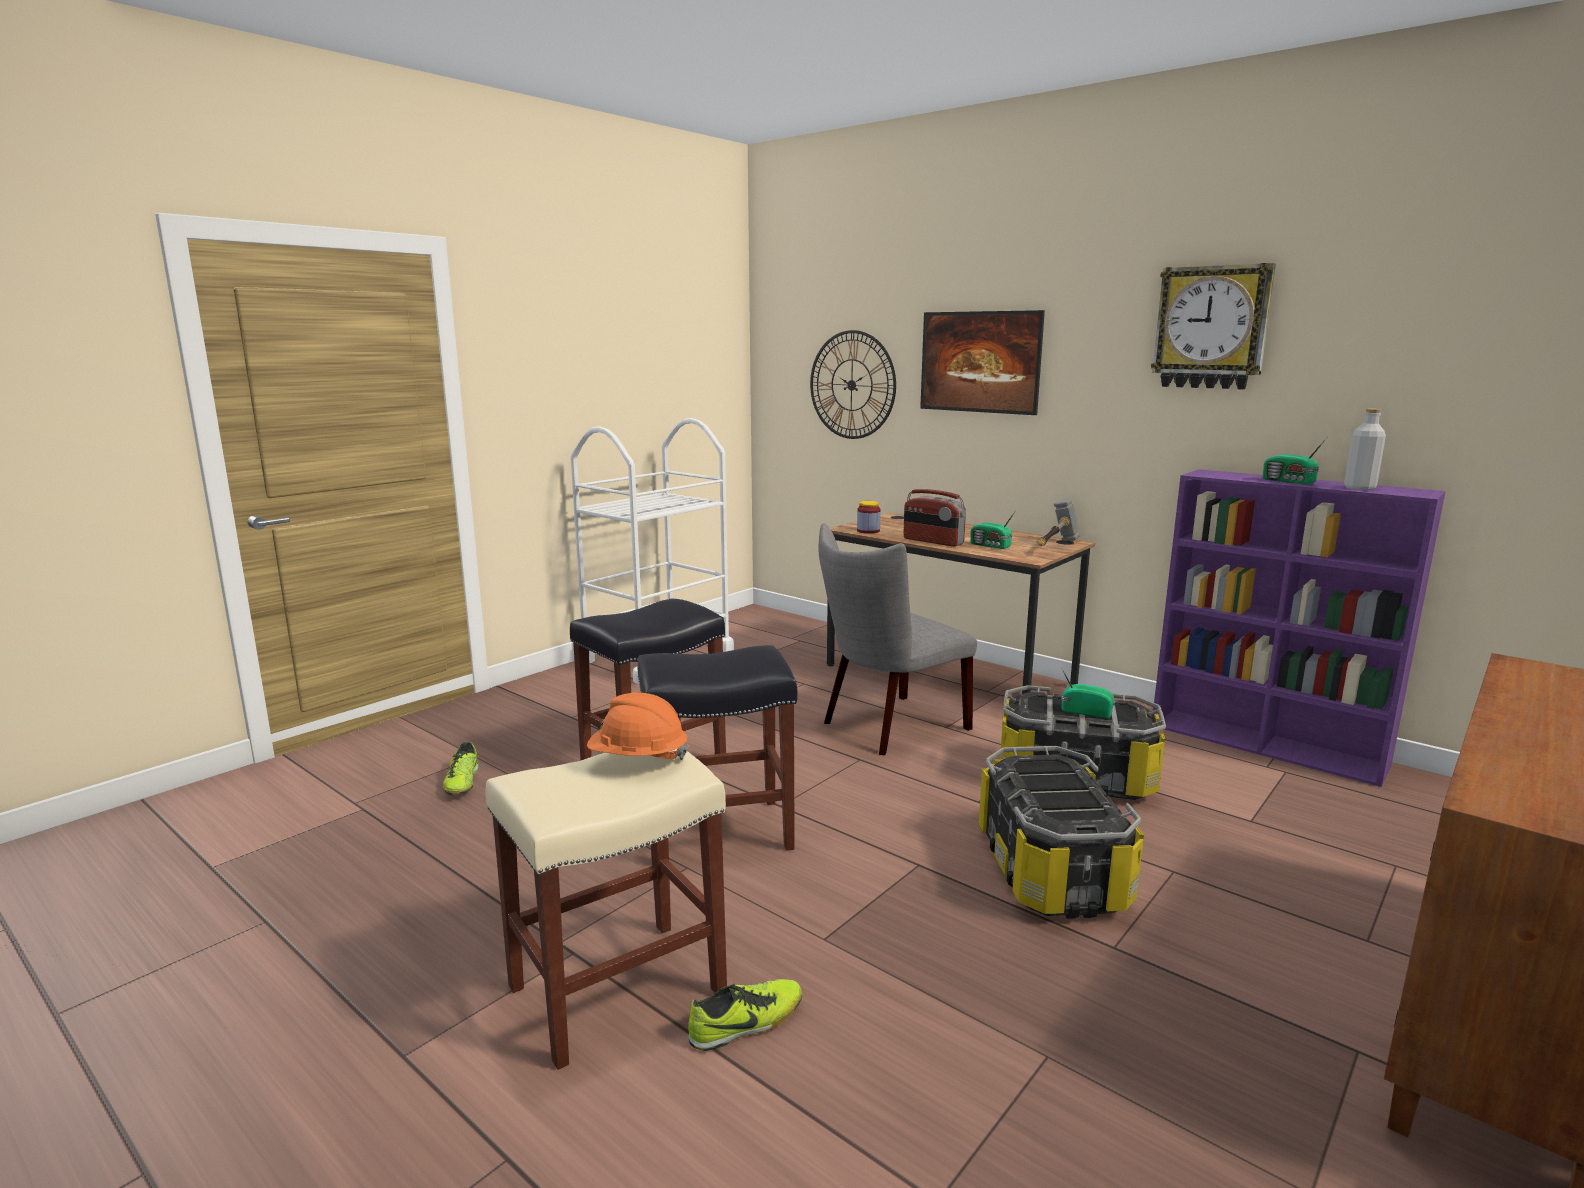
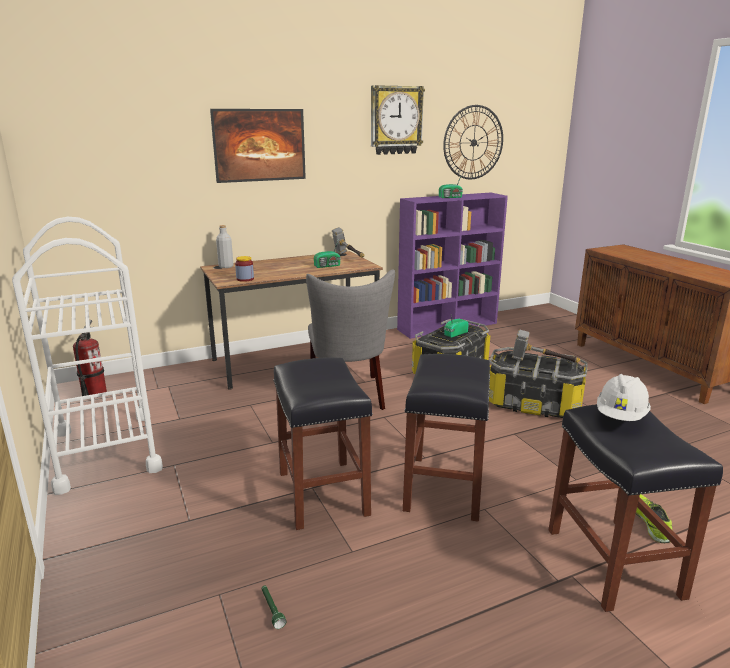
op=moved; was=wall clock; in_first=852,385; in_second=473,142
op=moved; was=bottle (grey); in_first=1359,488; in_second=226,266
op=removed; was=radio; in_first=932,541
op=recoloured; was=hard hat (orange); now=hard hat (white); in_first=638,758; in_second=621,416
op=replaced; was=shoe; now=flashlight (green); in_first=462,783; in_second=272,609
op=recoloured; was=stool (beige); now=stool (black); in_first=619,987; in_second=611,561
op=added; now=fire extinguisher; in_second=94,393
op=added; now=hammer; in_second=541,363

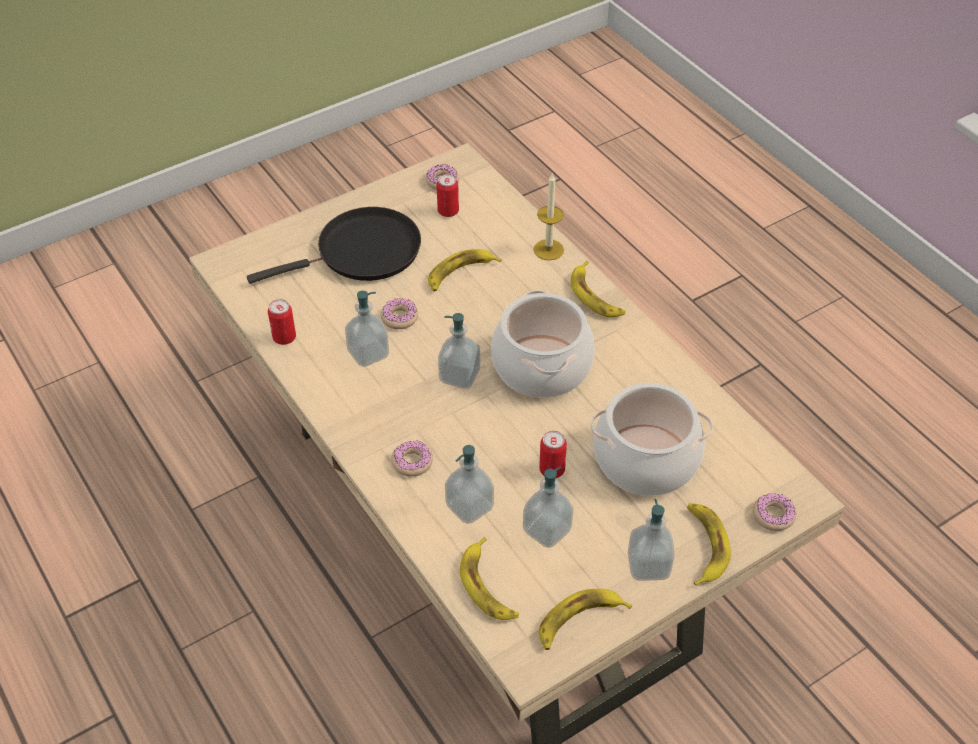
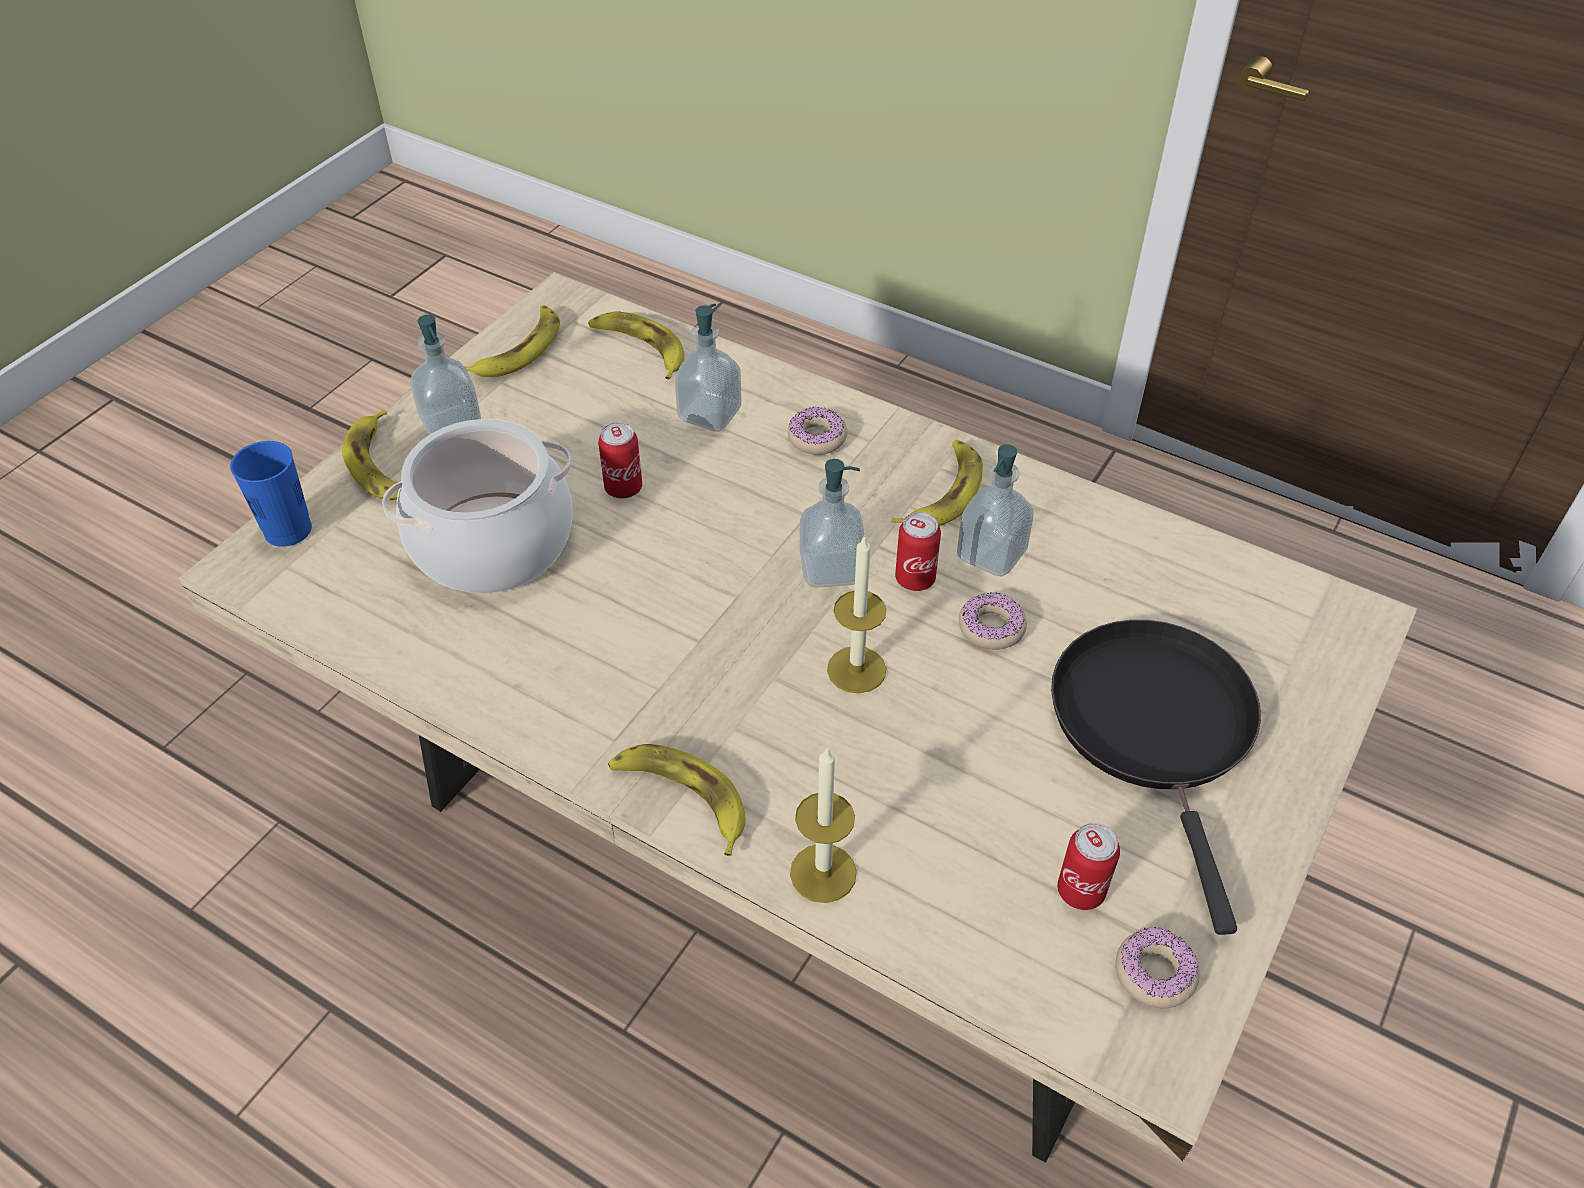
op=turned; was=frying pan (black); in_first=362,252; in_second=1156,727; clockwise=135
op=moved; was=banana; in_first=460,273; in_second=943,493
op=removed; was=cooking pot; in_first=541,366
op=moved; was=can; in_first=284,338; in_second=915,579
op=removed; was=soap dispenser; in_first=547,530
op=replaced; was=donut; now=cup (blue); in_first=773,515; in_second=288,530
op=added; now=candle; in_second=856,669

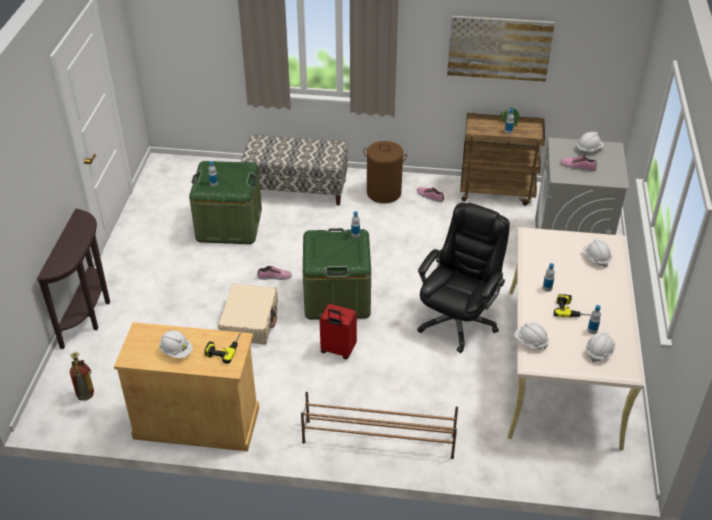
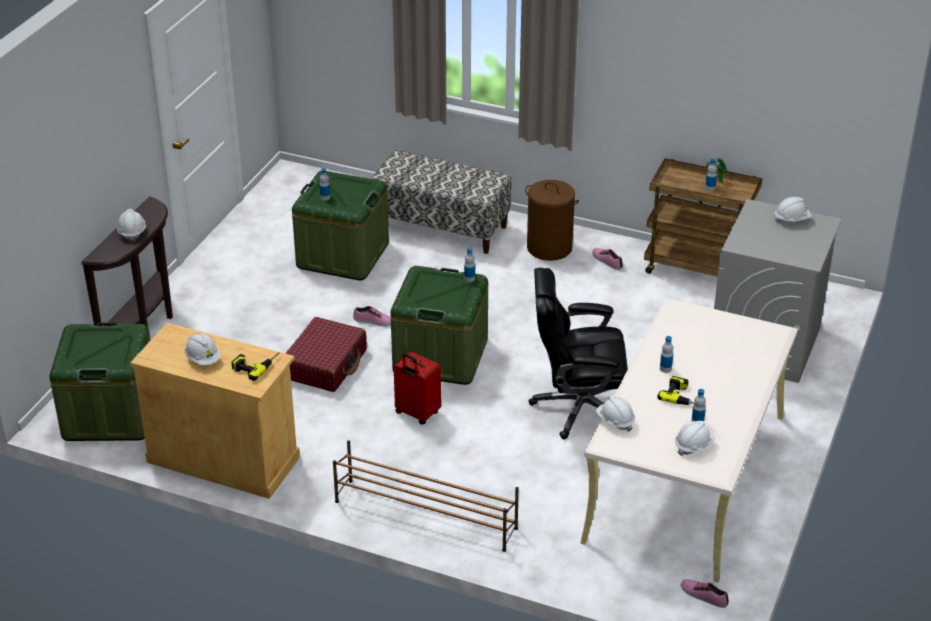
op=removed; was=picture; in_first=499,48
op=moved; was=shoe; in_first=578,166; in_second=704,595
op=turned; was=office chair (black); in_first=458,321; in_second=578,407; clockwise=-135
op=moved; was=hard hat (white); in_first=596,258; in_second=132,232
op=recoloured; was=suitcase (beige); now=suitcase (red); in_first=250,321; in_second=325,364
op=replaced; was=fire extinguisher; now=storage box (green); in_first=86,400; in_second=110,414

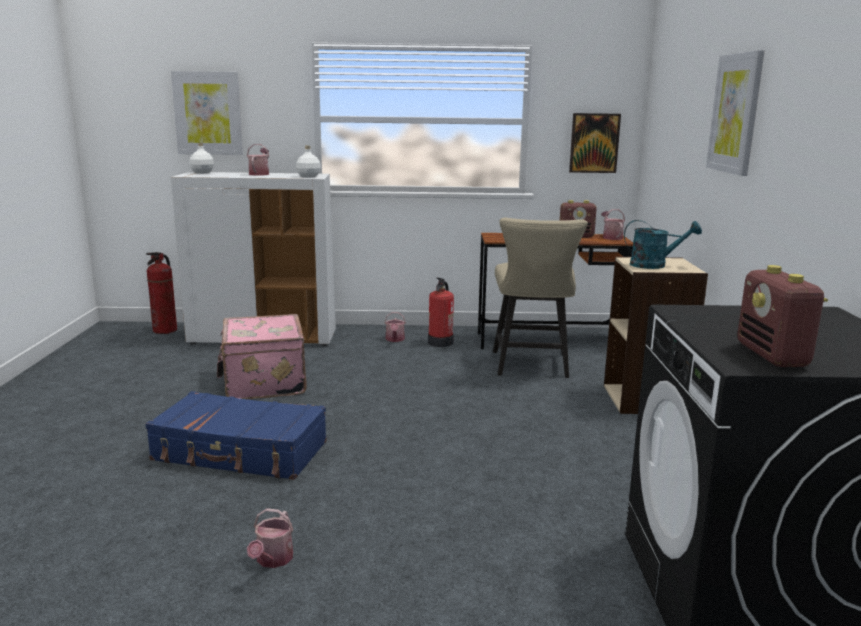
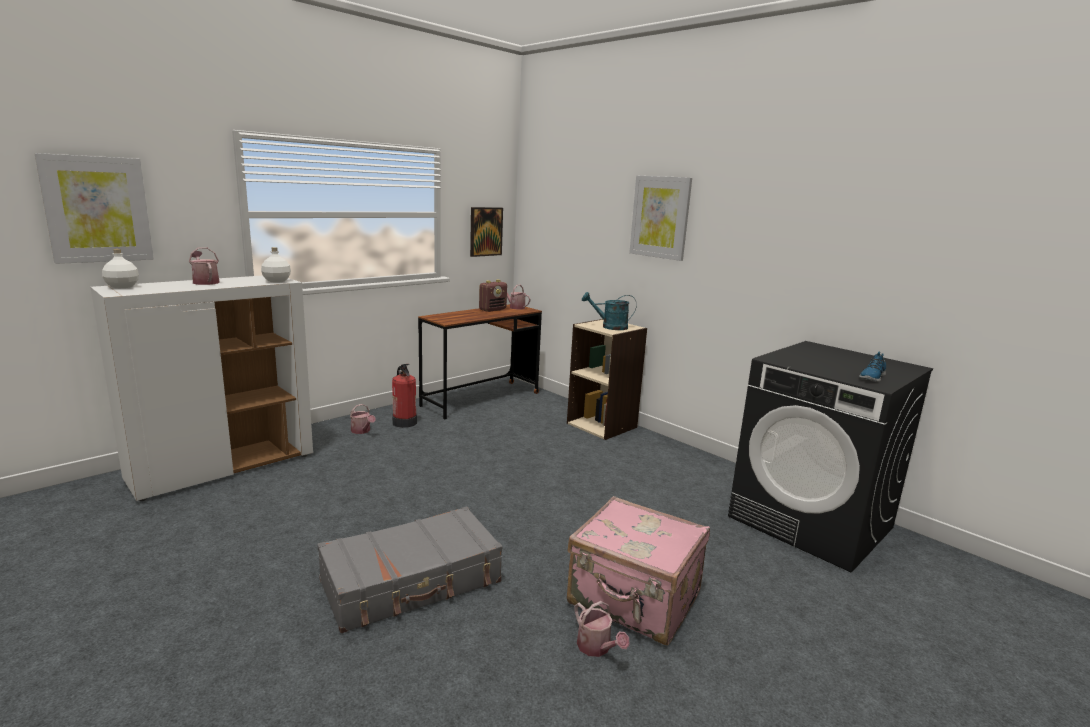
op=removed; was=chair (beige); in_first=531,367
op=turned; was=watering can (turquoise); in_first=654,265; in_second=609,327; clockwise=-135
op=removed; was=fire extinguisher; in_first=165,330
op=replaced; was=radio; now=shoe; in_first=773,356; in_second=871,377
op=moved; was=suitcase (pink); in_first=263,383; in_second=634,600
op=recoloured; was=suitcase (blue); now=suitcase (grey); in_first=240,452; in_second=412,582

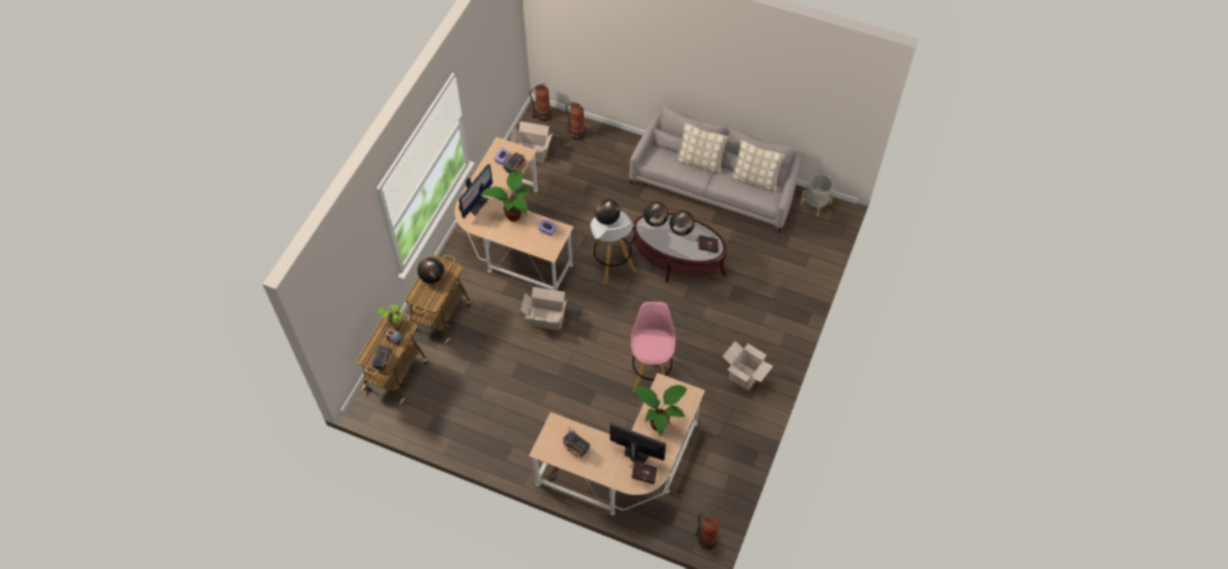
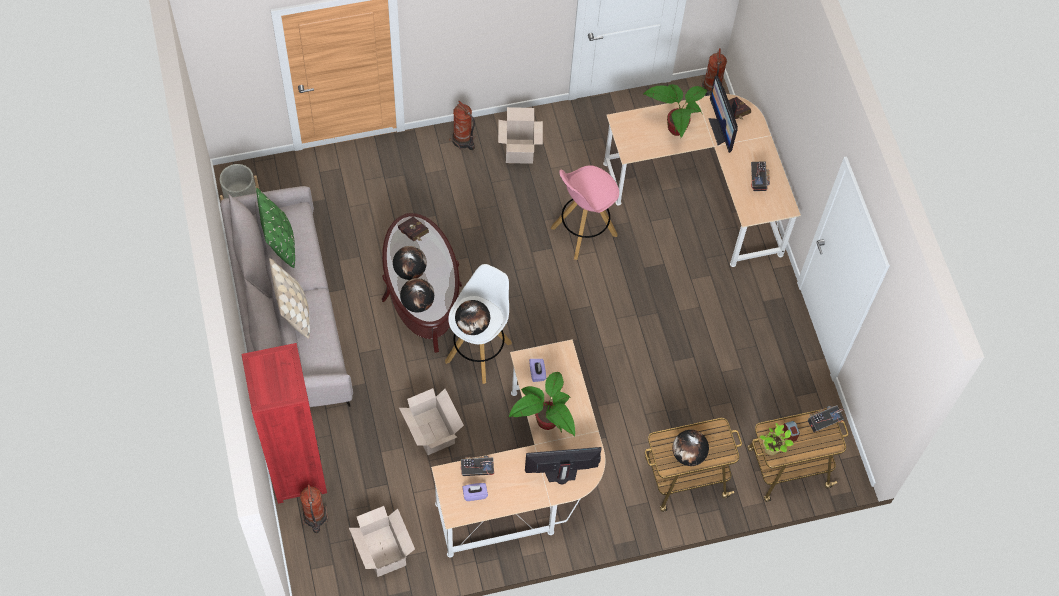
op=moved; was=fire extinguisher; in_first=542,115; in_second=463,141
op=recoloured; was=pillow (beige); now=pillow (green); in_first=754,180; in_second=280,242
op=moved; was=cardboard box; in_first=545,318; in_second=432,432
op=added; now=bookcase (red); in_second=297,471

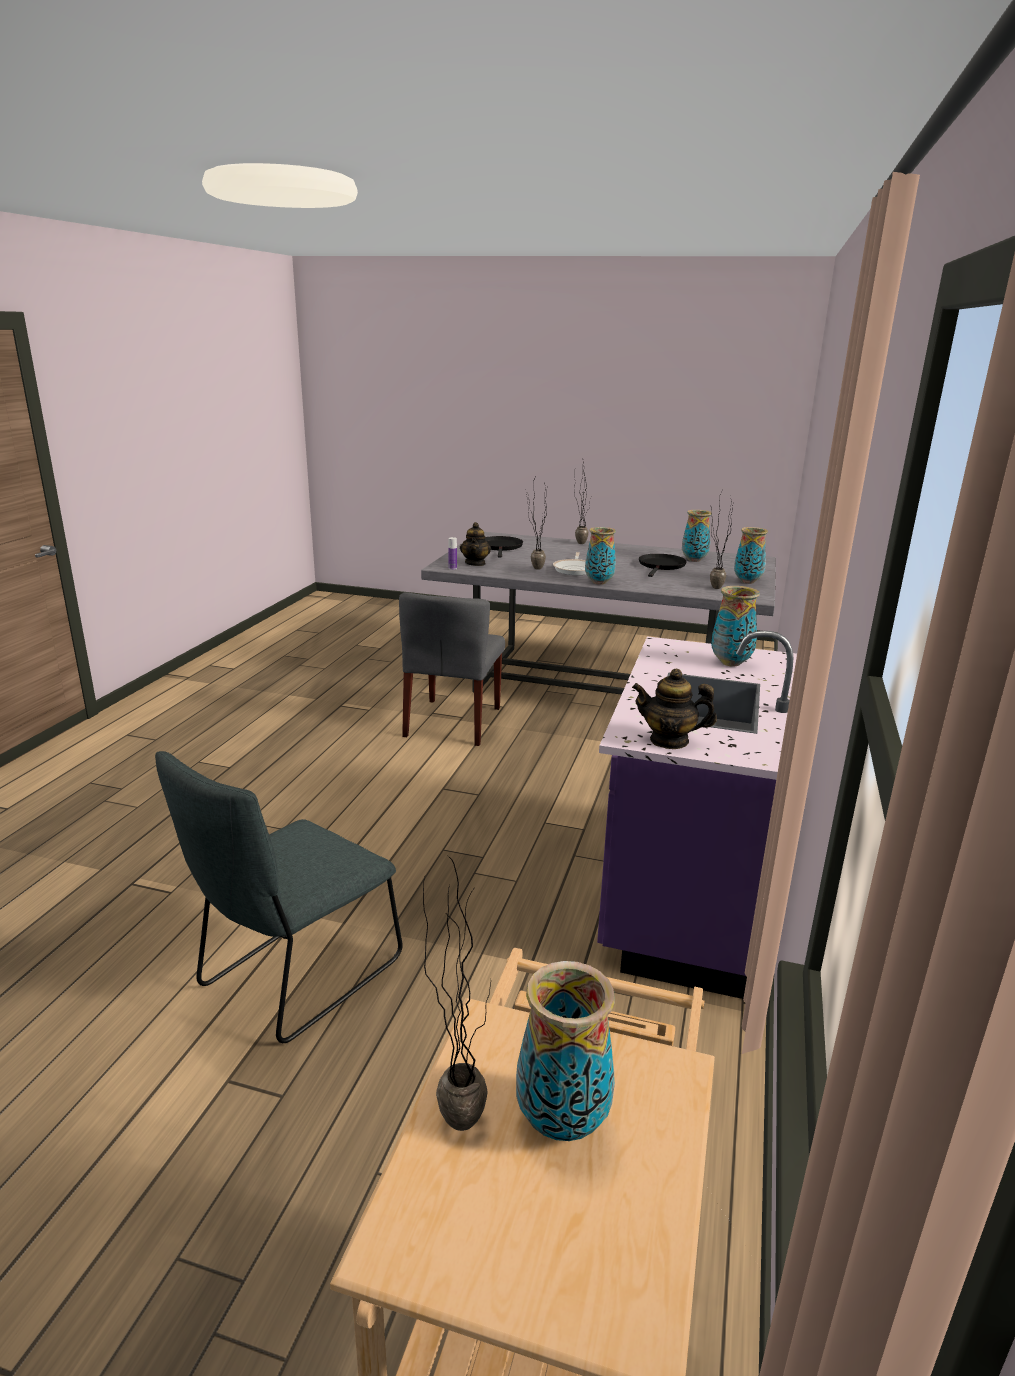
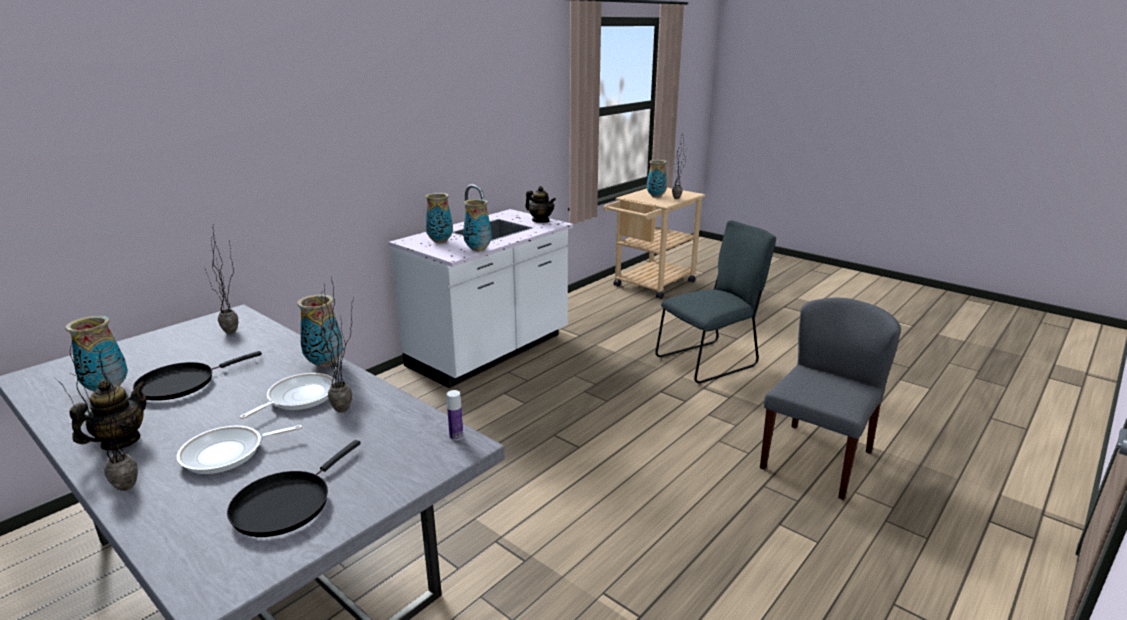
op=moved; was=teapot; in_first=475,563; in_second=120,441
op=moved; was=vase; in_first=747,582; in_second=478,249
op=moved; was=chair (grey); in_first=453,722; in_second=816,459
op=recoloured; was=counter (purple); now=counter (white); in_first=685,894; in_second=490,352
op=added; now=frying pan; in_second=228,453

